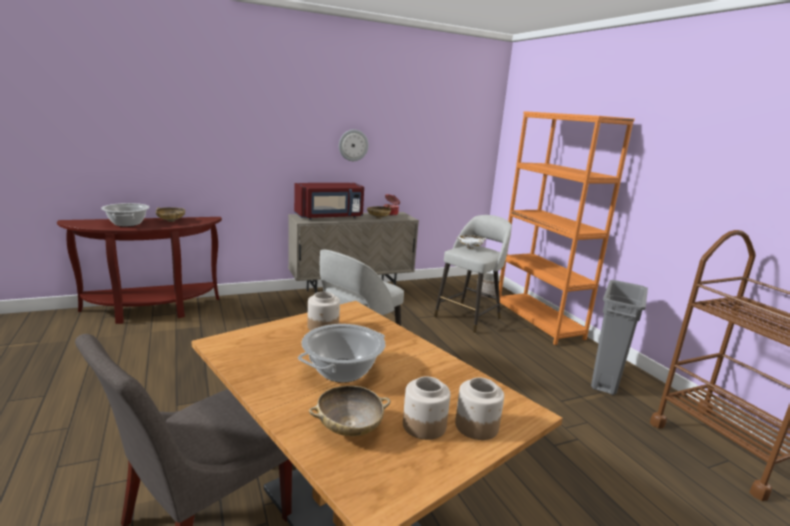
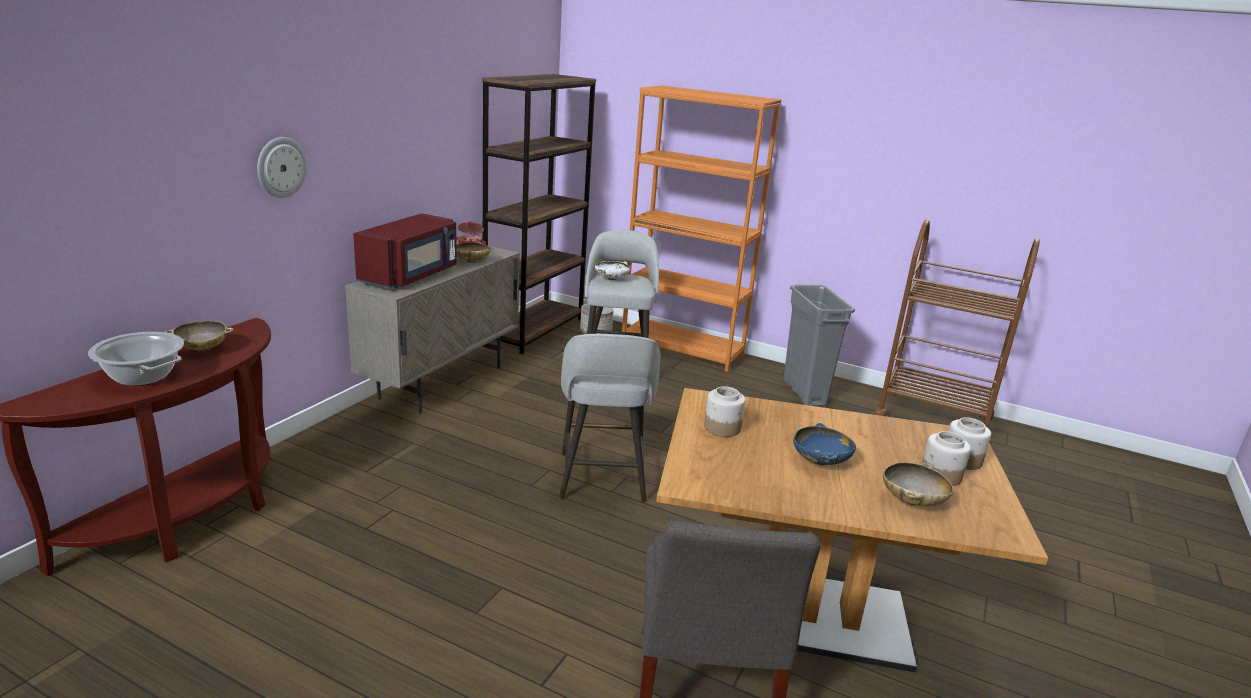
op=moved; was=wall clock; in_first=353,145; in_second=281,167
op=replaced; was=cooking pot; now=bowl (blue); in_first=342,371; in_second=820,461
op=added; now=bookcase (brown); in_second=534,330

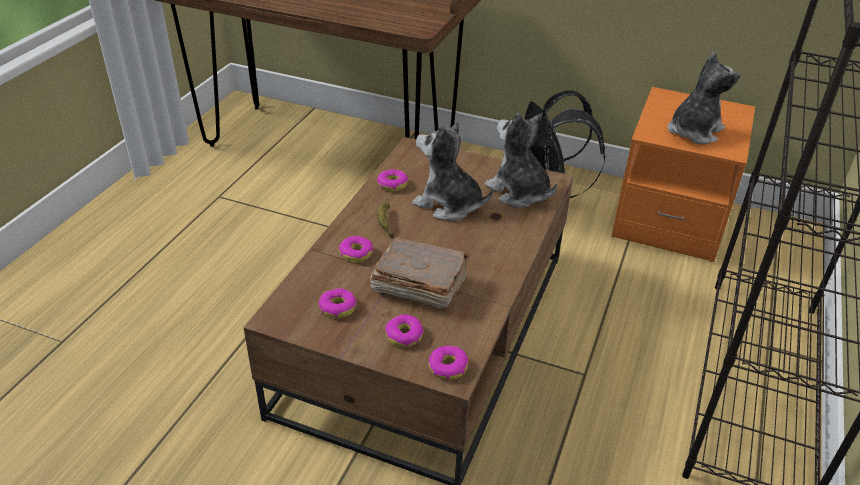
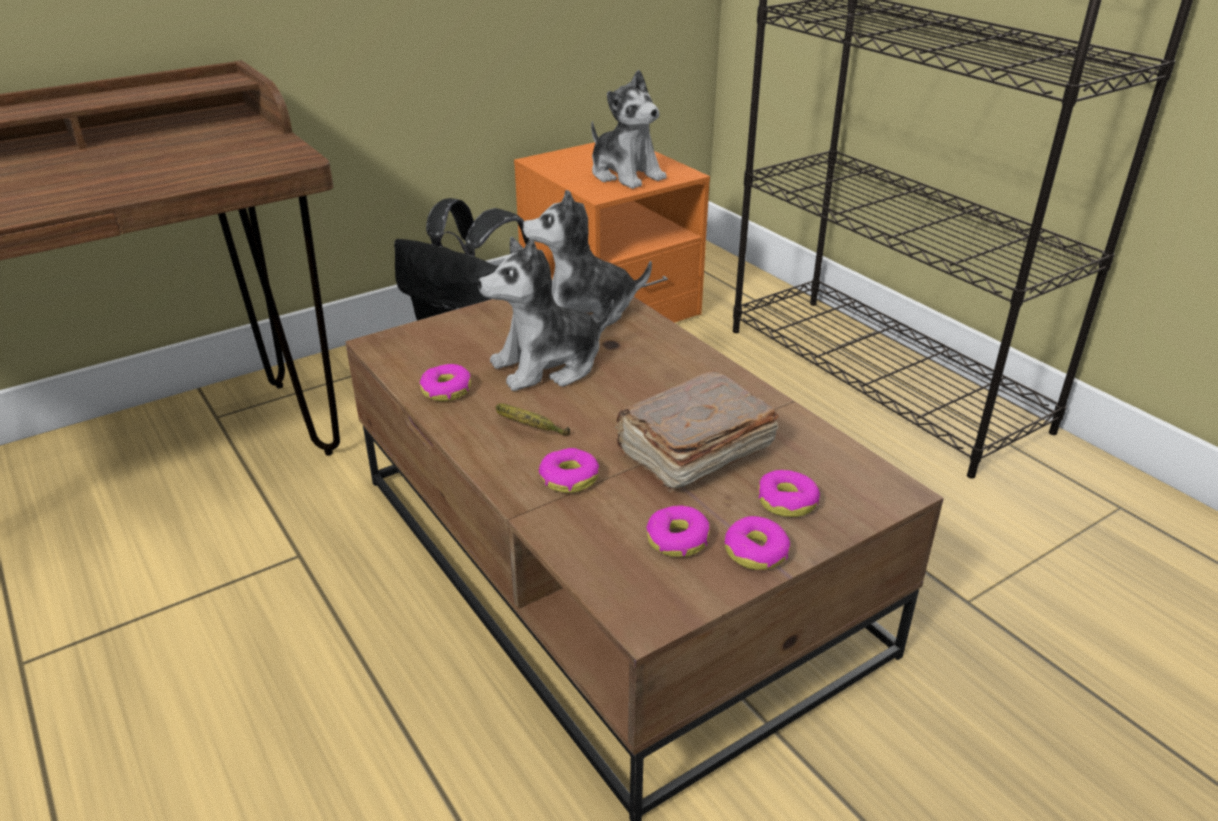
op=turned; was=plush toy; in_first=693,131; in_second=626,174; clockwise=150
op=moved; was=donut; in_first=447,367; in_second=756,552

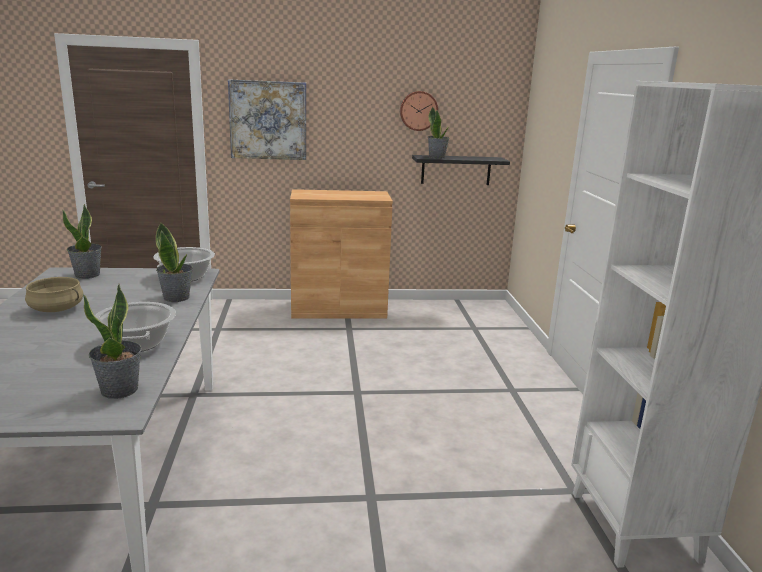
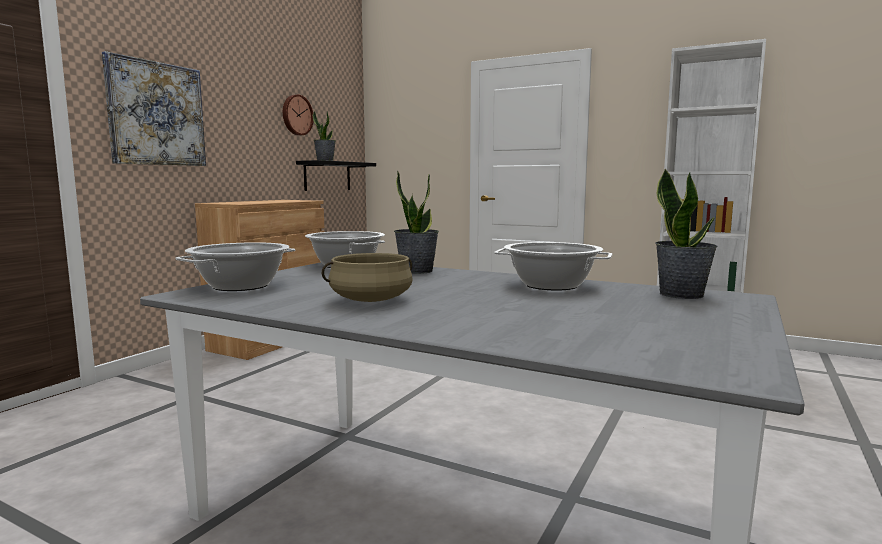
op=replaced; was=potted plant; now=cooking pot; in_first=88,275; in_second=240,286

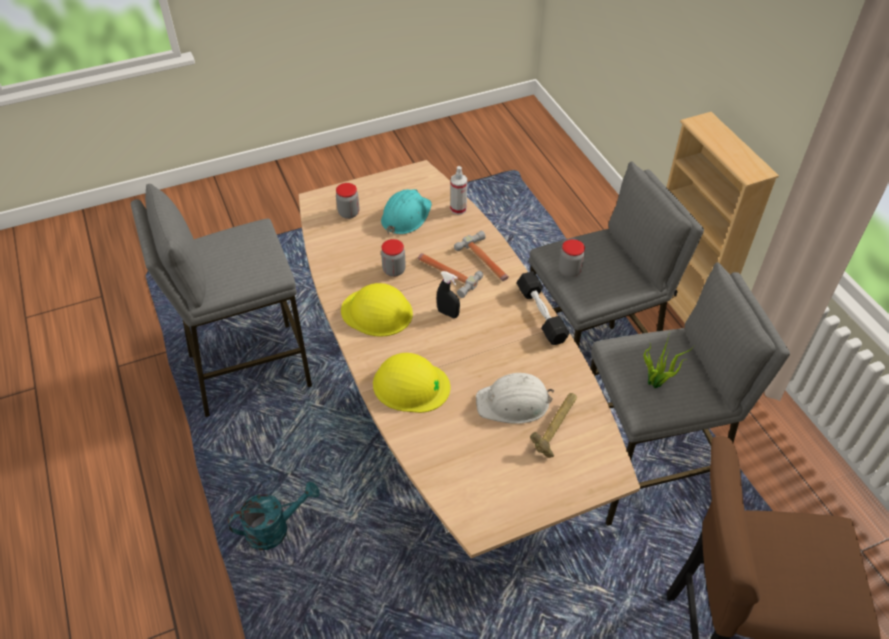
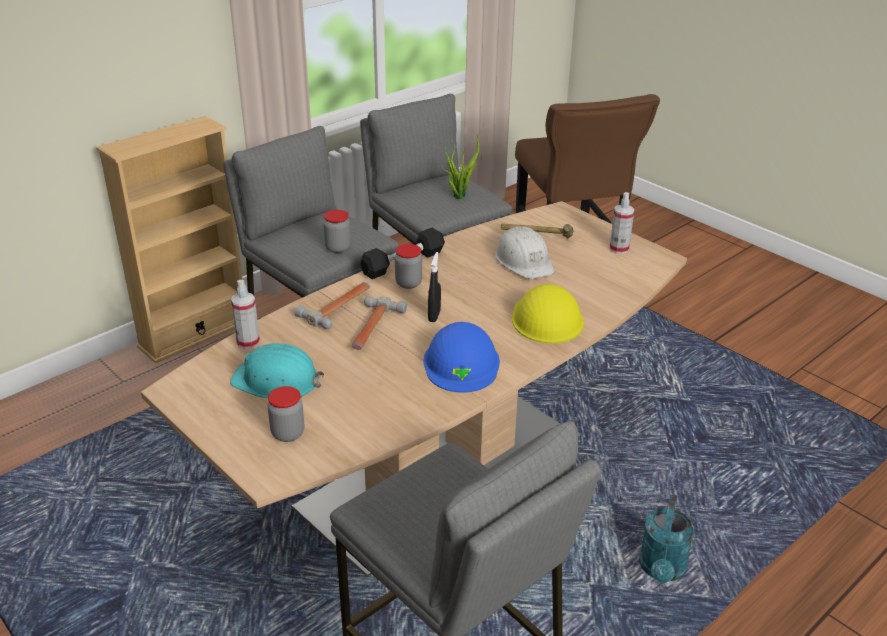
op=moved; was=jar; in_first=394,270; in_second=408,283
op=recoloured; was=hard hat (yellow); now=hard hat (blue); in_first=377,312; in_second=461,363
op=turned; was=watering can (turquoise); in_first=275,529; in_second=662,571; clockwise=-120
op=added; now=spray bottle; in_second=619,249

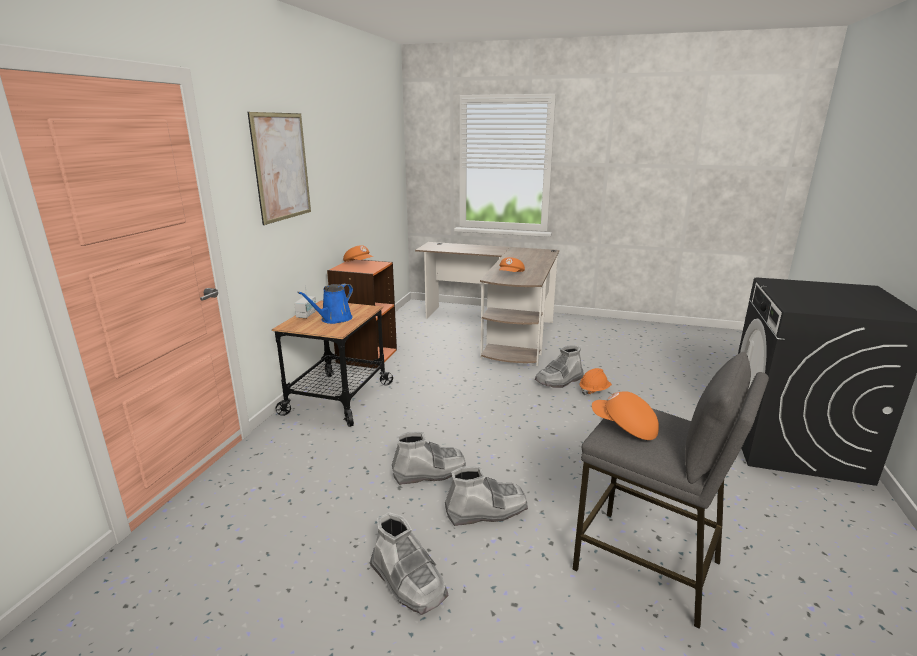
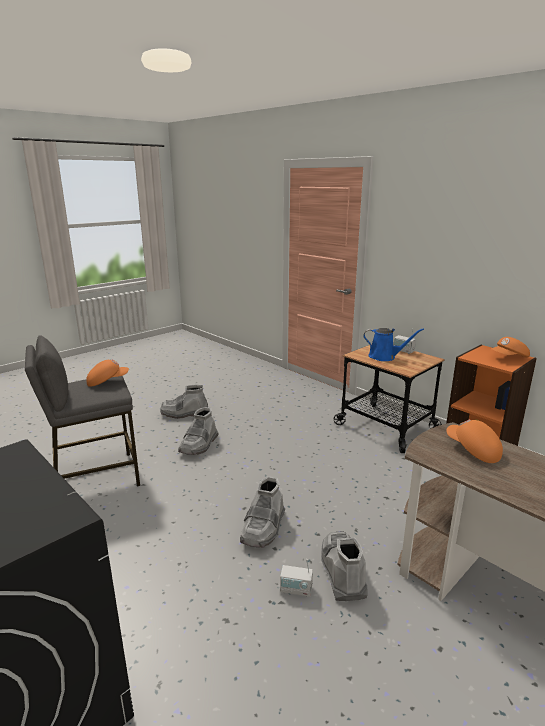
op=removed; was=picture; in_first=281,167
op=turned; was=watering can (blue); in_first=334,319; in_second=385,357; clockwise=135
op=replaced; was=hard hat (orange); now=radio; in_first=594,390; in_second=296,590
op=moved; was=boot (grey); in_first=429,472; in_second=263,528

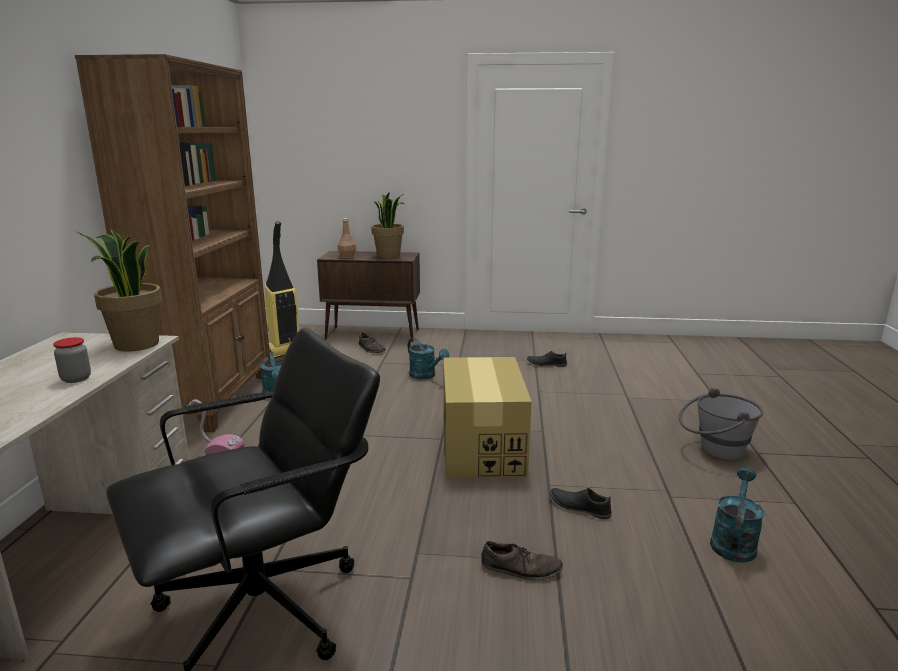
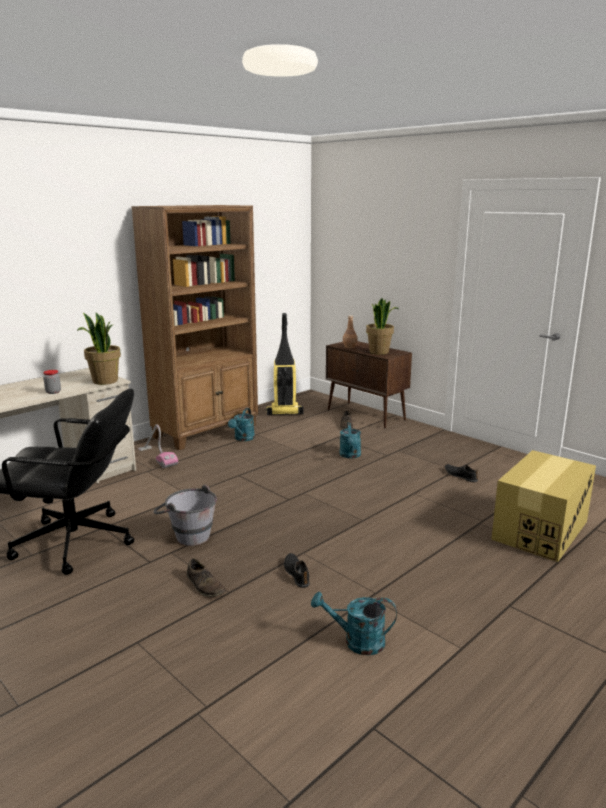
op=moved; was=cardboard box; in_first=482,447; in_second=540,530
op=moved; was=bucket (grey); in_first=714,451; in_second=187,535
op=turned; was=watering can (turquoise); in_first=733,541; in_second=357,641; clockwise=-150

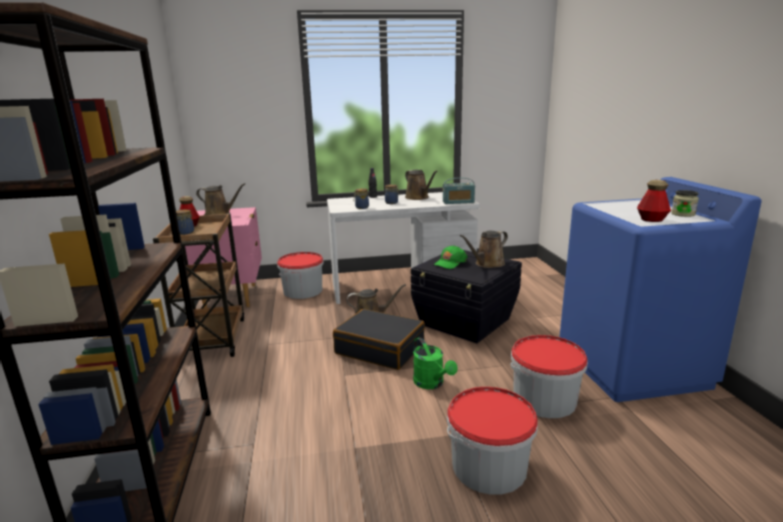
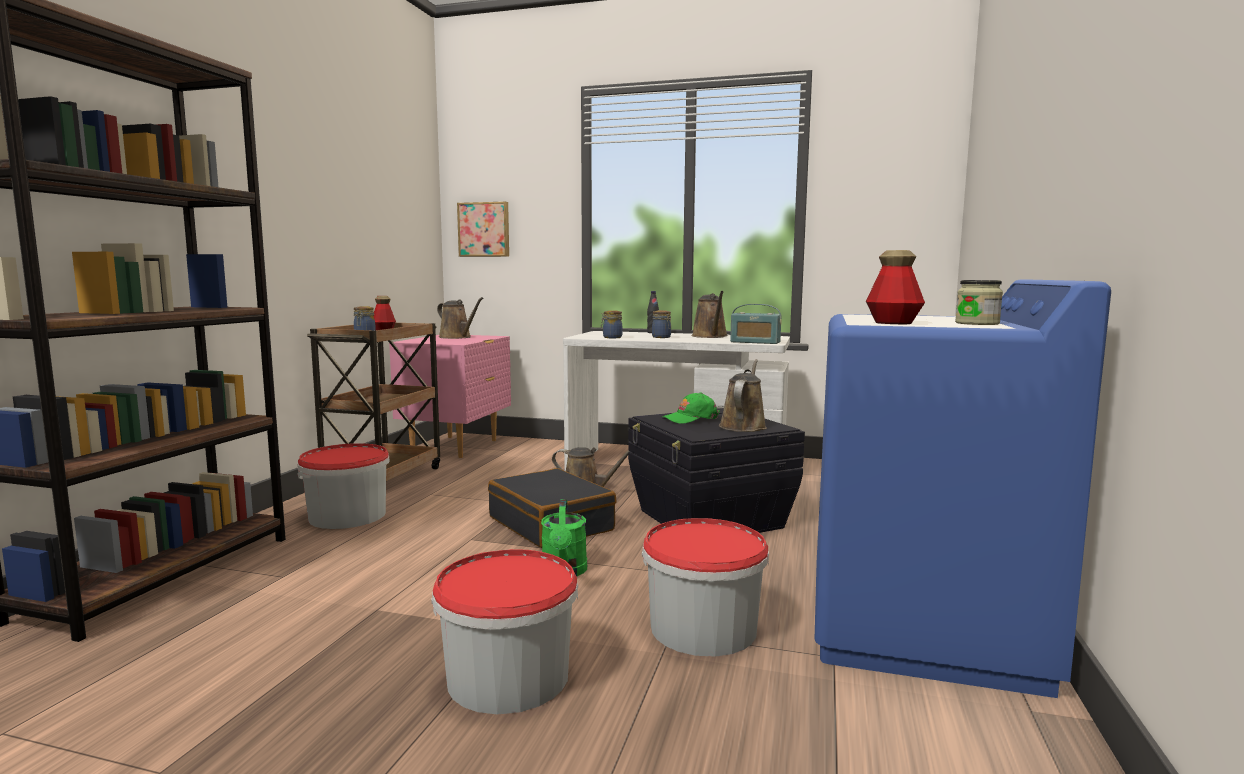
op=turned; was=watering can (brown); in_first=487,264; in_second=743,426; clockwise=120
op=moved; was=bucket; in_first=303,291; in_second=348,516
op=added; now=picture; in_second=484,229

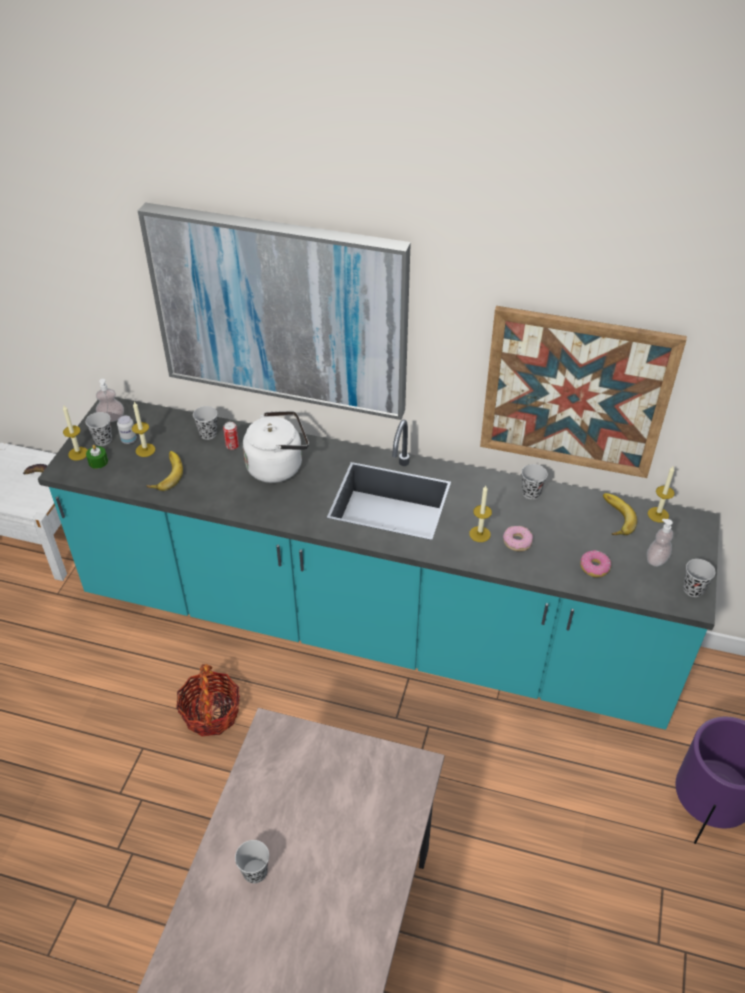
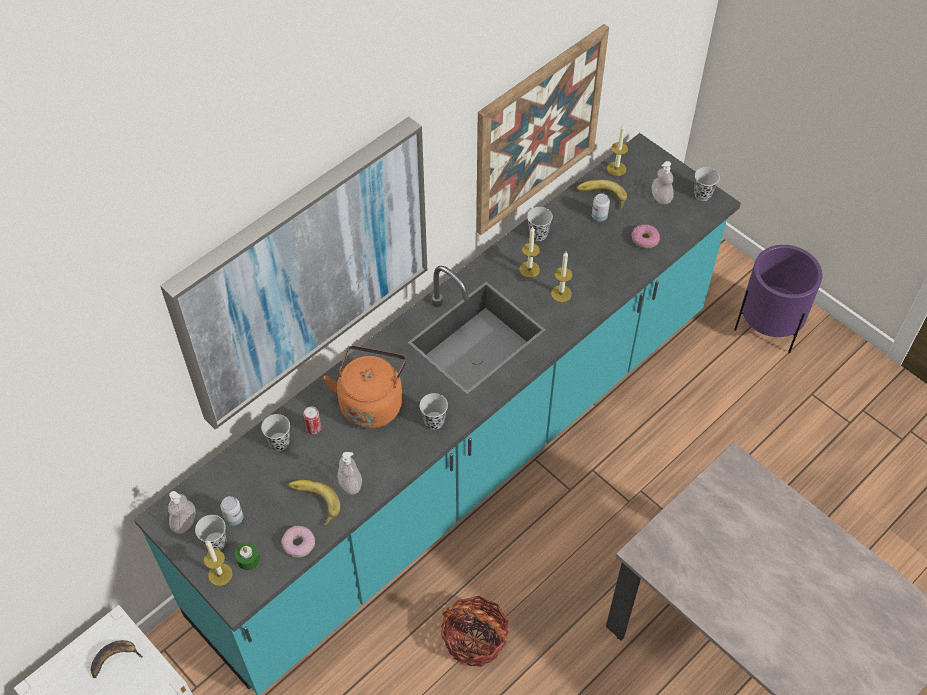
op=moved; was=candle; in_first=145,450; in_second=529,269
op=recoloured; was=kettle (white); now=kettle (orange); in_first=278,466; in_second=371,402
op=moved; was=donut; in_first=517,541; in_second=299,544
op=moved; was=cup (black); in_first=255,872; in_second=434,421
op=added; now=can; in_second=599,216
op=added; now=soap dispenser; in_second=350,484

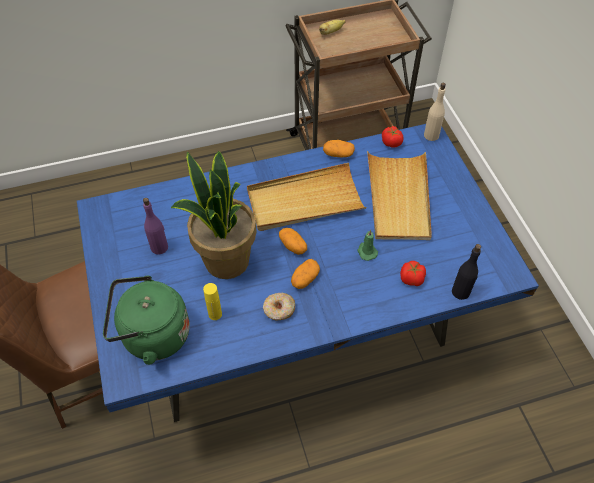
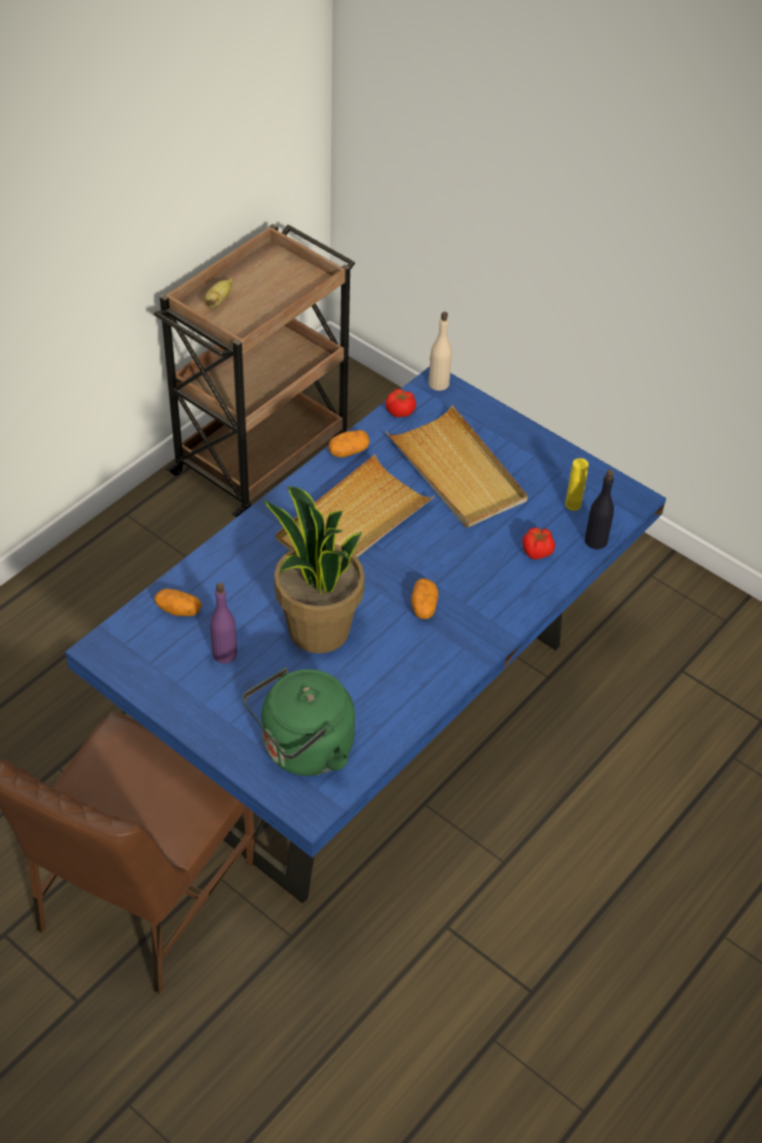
op=moved; was=potato; in_first=293,246; in_second=179,610
op=removed; was=candle (green); in_first=366,251
op=moved; was=bottle (yellow); in_first=215,314; in_second=573,504
op=removed; was=donut; in_first=279,310

